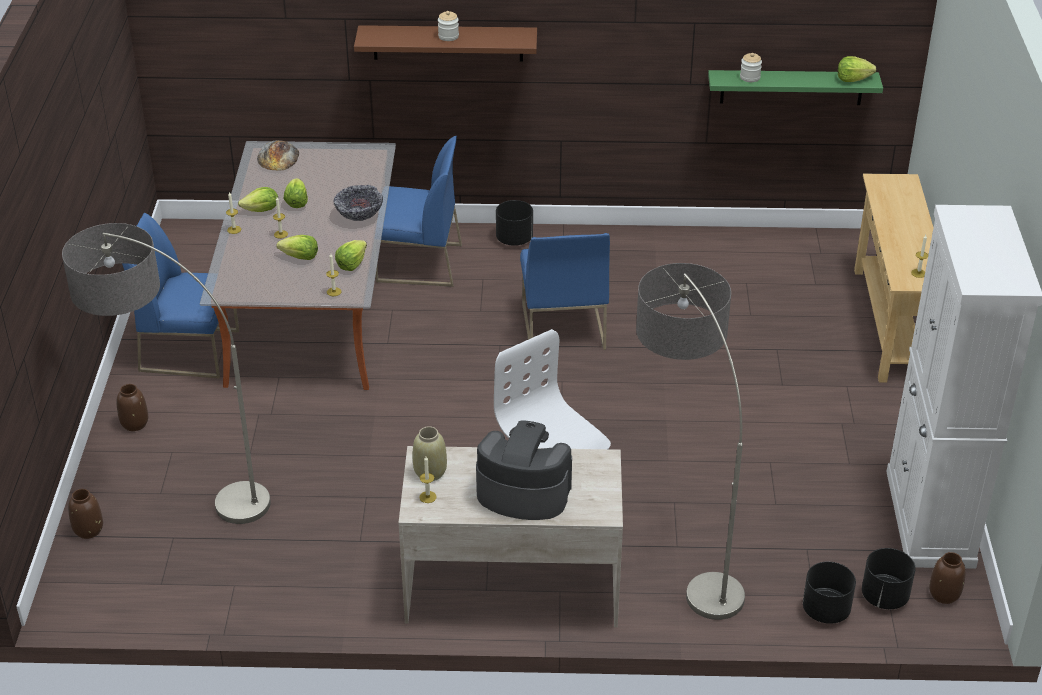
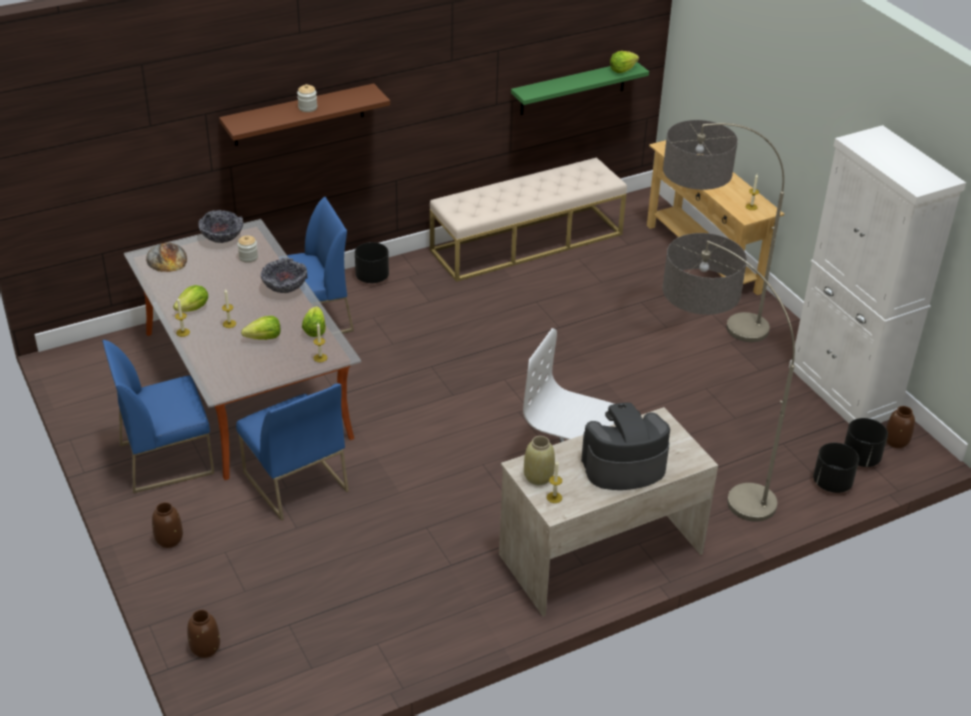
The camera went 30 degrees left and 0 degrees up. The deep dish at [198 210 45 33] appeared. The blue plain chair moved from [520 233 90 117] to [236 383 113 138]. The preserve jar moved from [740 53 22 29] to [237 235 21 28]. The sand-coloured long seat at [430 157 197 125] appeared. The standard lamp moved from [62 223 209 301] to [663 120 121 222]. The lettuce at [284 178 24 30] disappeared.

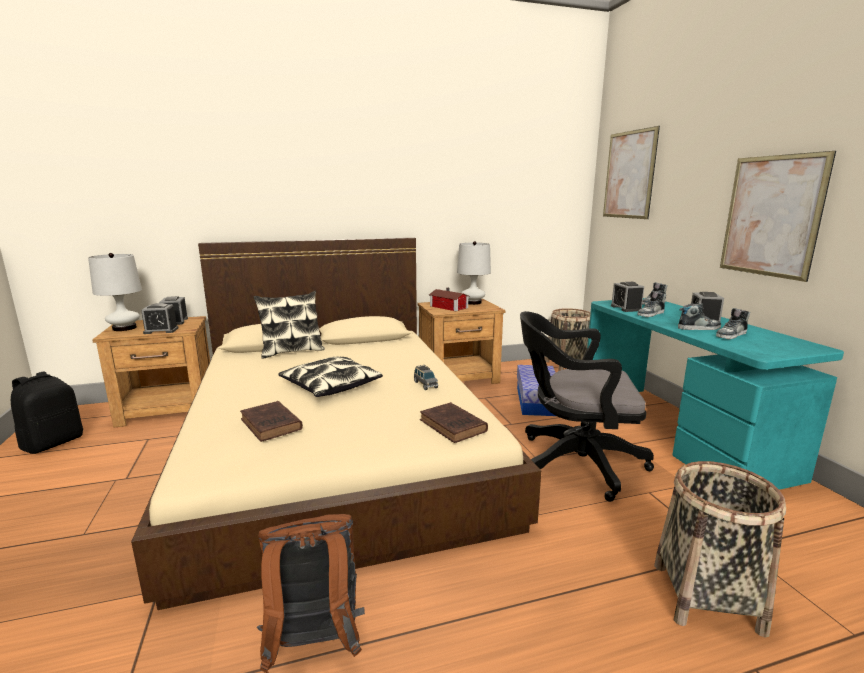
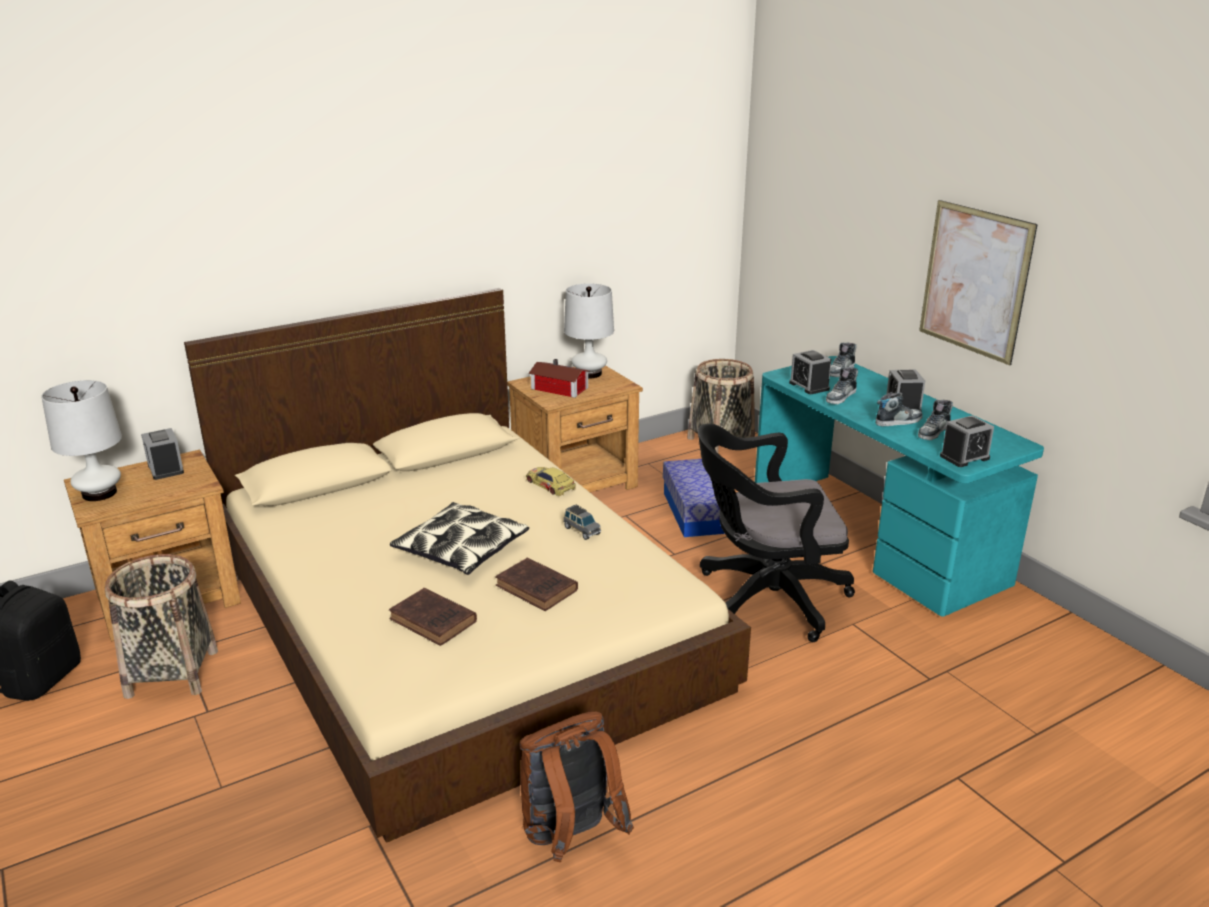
The camera went 15 degrees left and 10 degrees up. The storage basket moved from [654 461 132 177] to [105 554 113 145]. The brown-coloured bound book moved from [420 402 68 41] to [495 558 83 53]. The model car at [526 467 50 29] appeared. The bedside clock moved from [141 303 38 31] to [940 416 54 51]. The pillow at [253 291 72 68] disappeared. The wall picture at [603 126 57 93] disappeared.

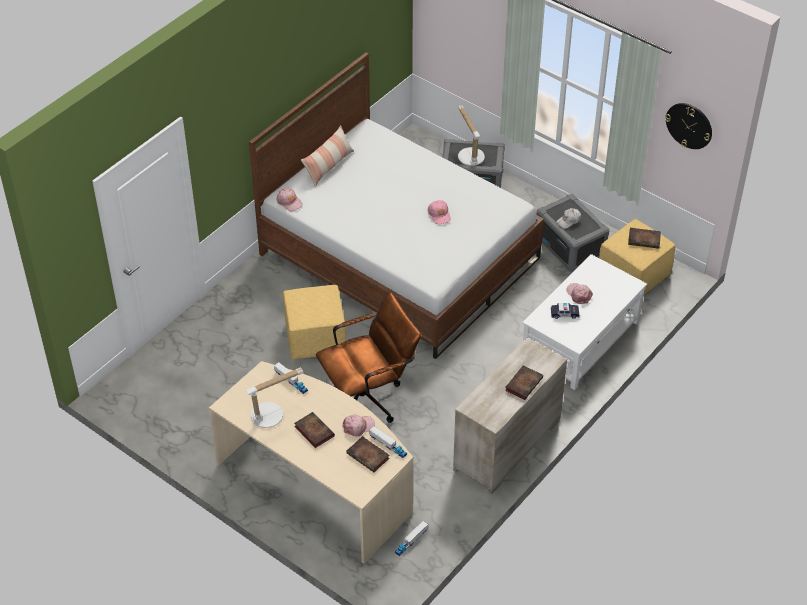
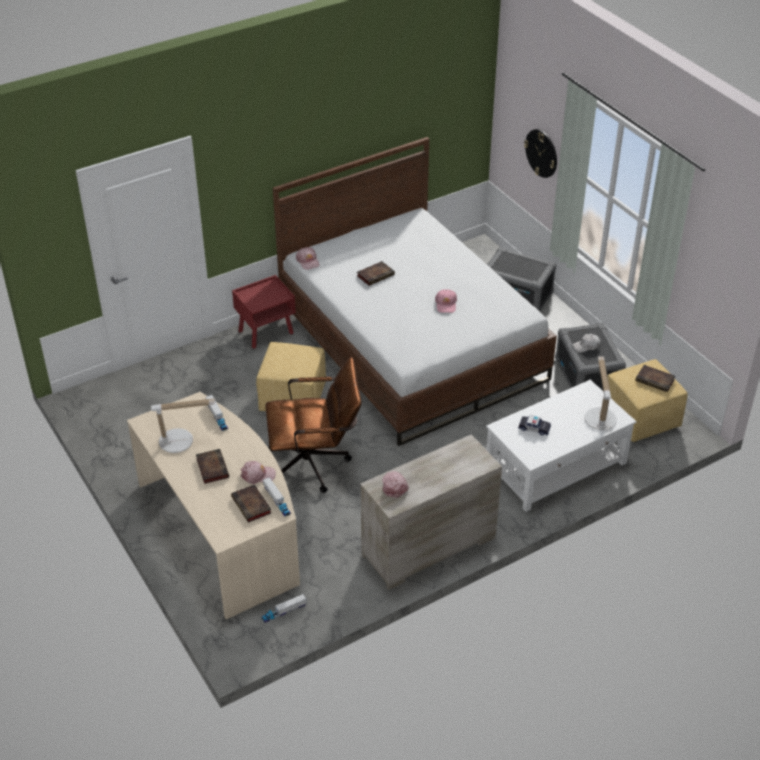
The camera went 20 degrees right and 5 degrees down. The reddish bedside table at [232 275 64 74] appeared. The bound book moved from [505 366 38 34] to [357 261 38 25]. The pink-coloured peaked cap moved from [566 283 27 21] to [382 471 27 27]. The clock on the wall moved from [665 103 47 46] to [524 129 33 49]. The lamp for a table moved from [458 105 27 61] to [585 356 32 74]. The pillow at [301 125 53 62] disappeared.

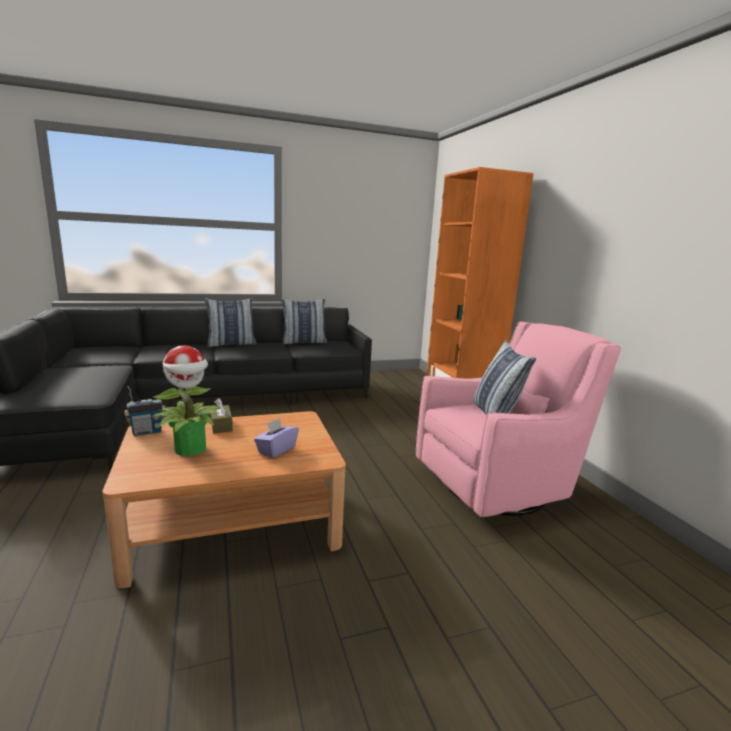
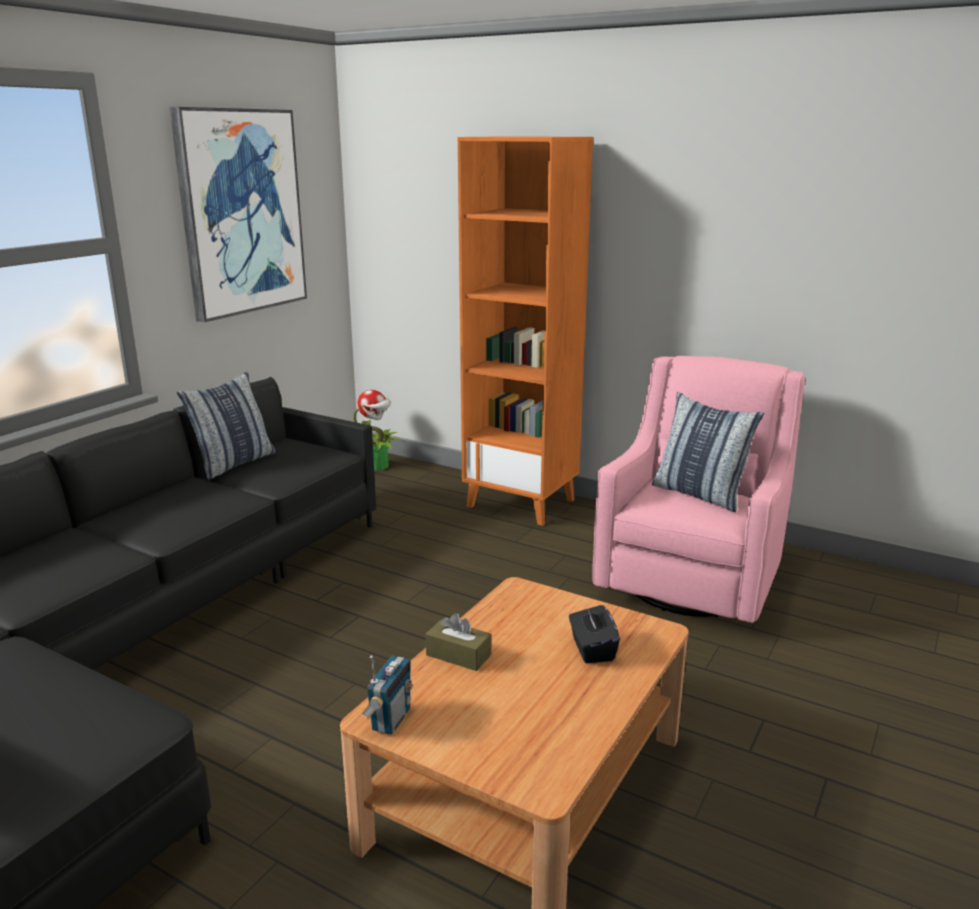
The camera went 40 degrees left and 5 degrees up. The wall picture at [169 107 138 215] appeared. The potted plant moved from [152 345 69 111] to [353 390 49 80]. The purple-coloured tissue box at [254 418 45 40] became the blackish tissue box at [569 604 51 59]. The pillow at [204 298 52 49] disappeared.

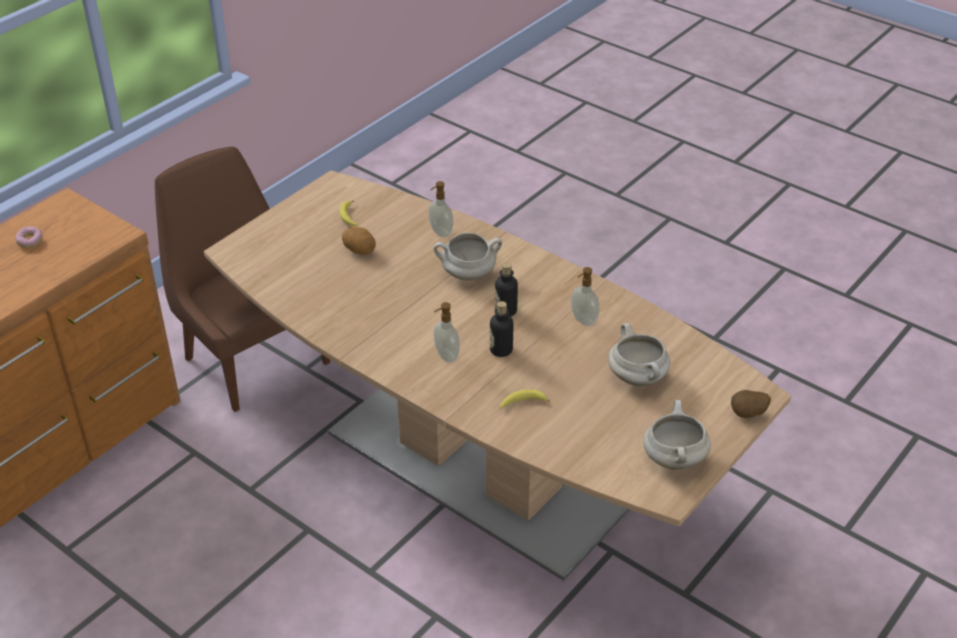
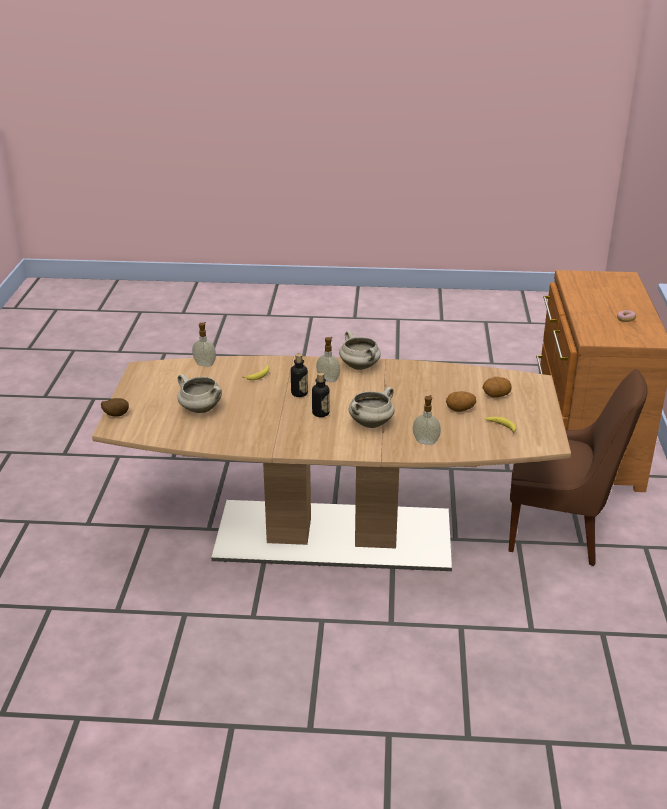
The camera went 145 degrees right and 10 degrees down. The soap bottle moved from [571 267 28 59] to [192 322 24 45]. The white cooking pot moved from [643 400 68 70] to [339 331 42 39]. The whole potato at [483 377 28 21] appeared.

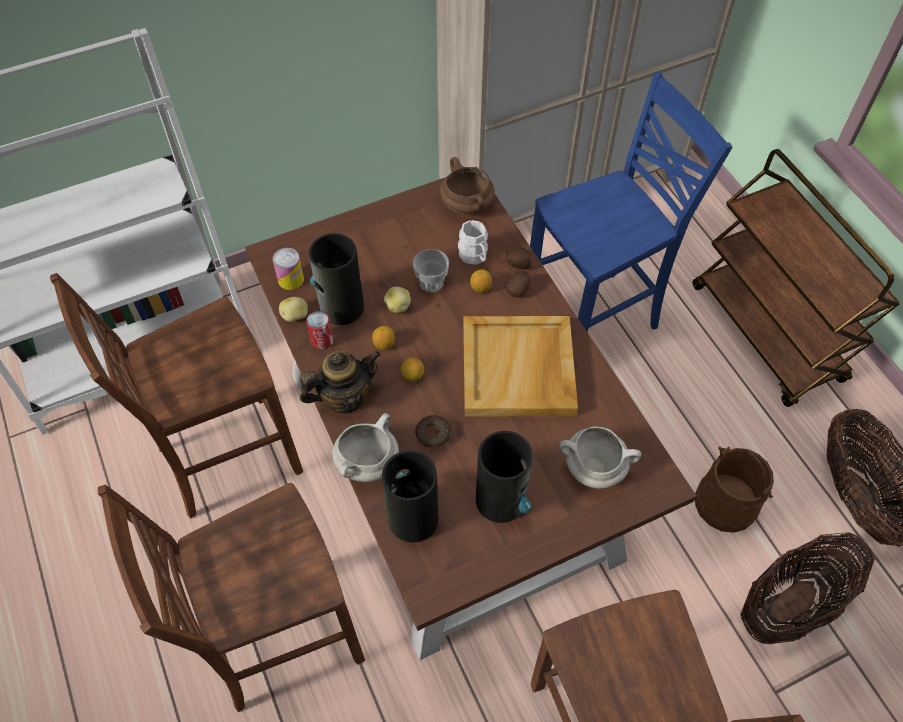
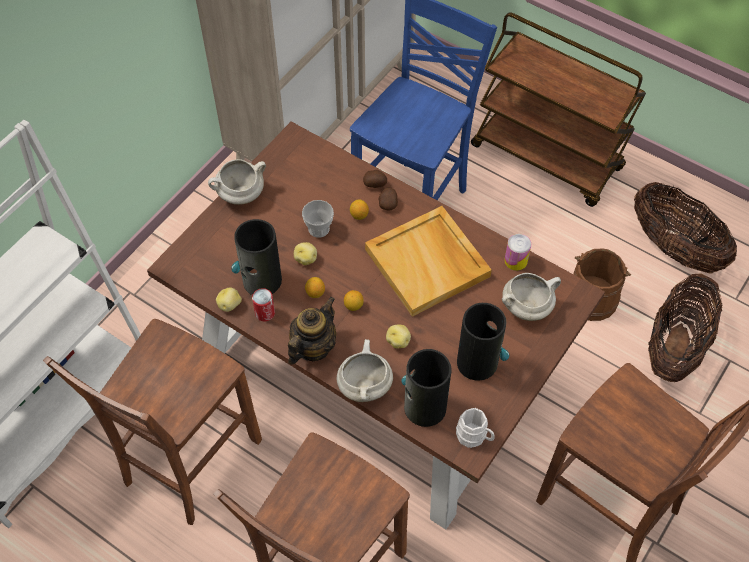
The camera went 30 degrees left and 0 degrees up. The white cooking pot at [208 159 58 46] appeared. The donut at [415 415 36 34] was replaced by the whole potato at [386 325 25 24]. The white mug moved from [458 220 30 45] to [456 408 39 40]. The can moved from [273 248 31 42] to [504 234 27 37]. The brown-coloured cooking pot at [440 157 55 58] disappeared.

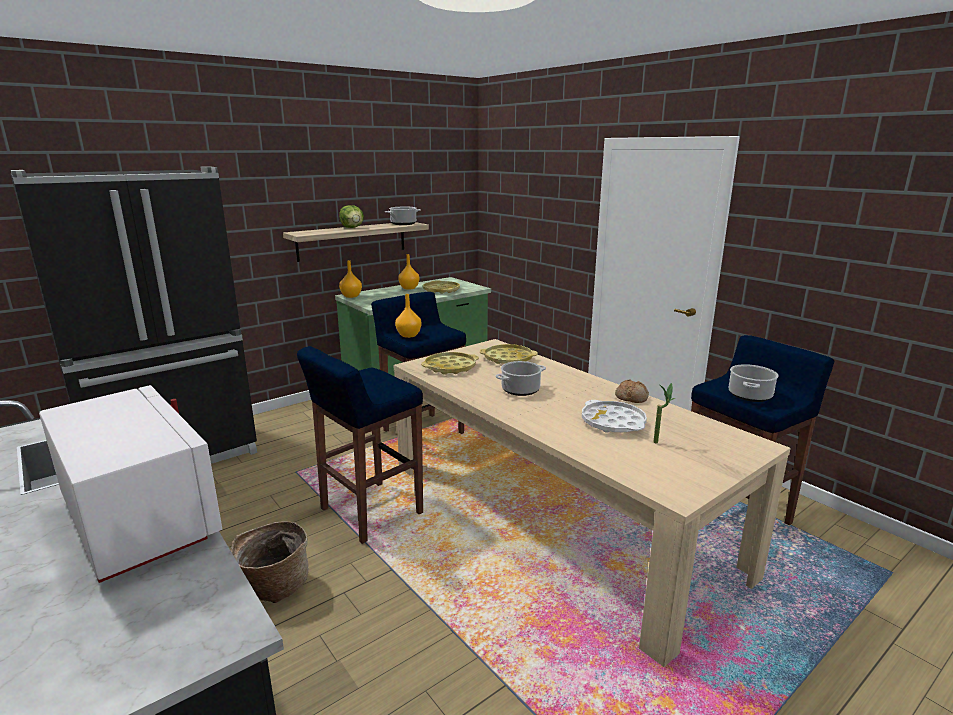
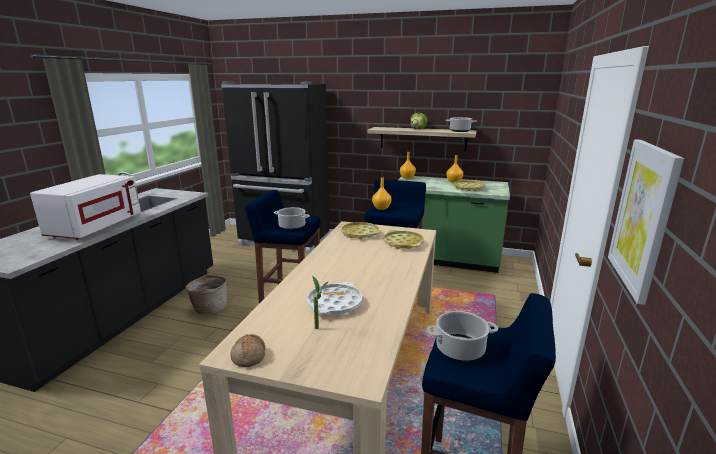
The camera went 55 degrees right and 0 degrees up. The bakery bread moved from [615 379 34 24] to [230 334 35 33]. The cooking pot moved from [496 361 50 35] to [274 207 36 23]. The wall picture at [608 139 76 166] appeared.

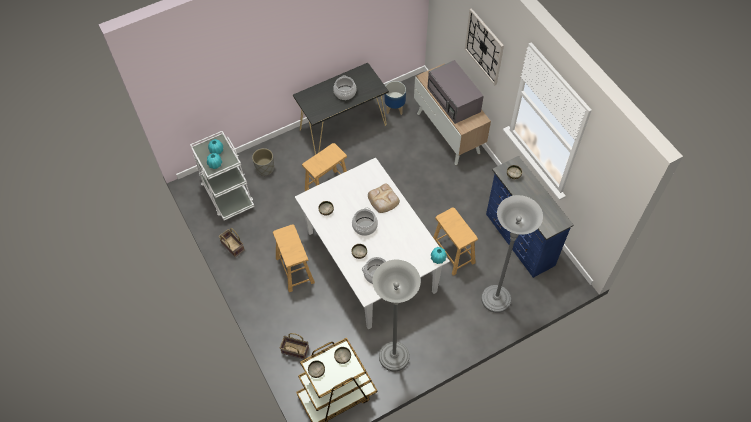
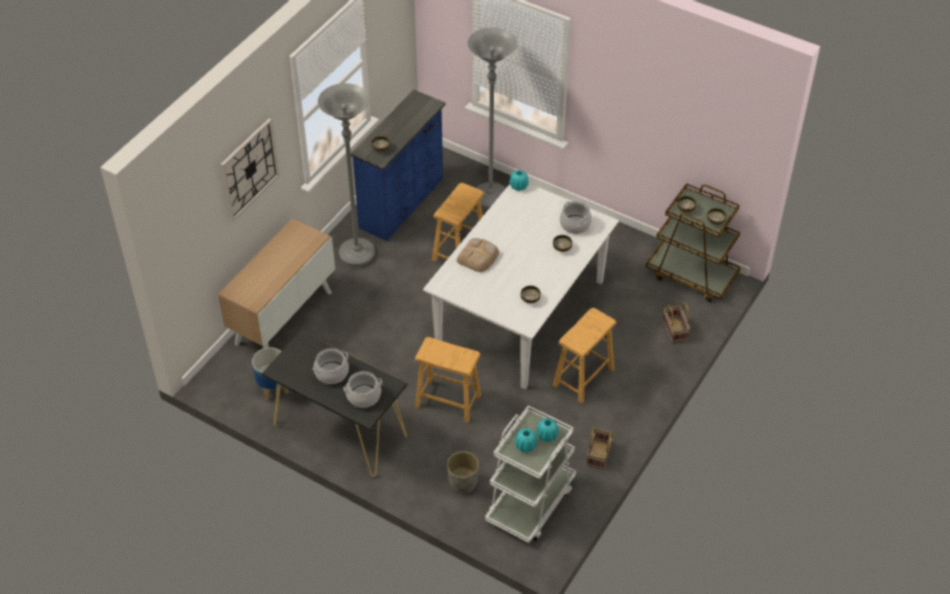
The camera went 120 degrees left and 10 degrees down. The grey standard lamp moved from [372 260 49 111] to [318 83 57 183]. The cooking pot moved from [352 207 26 29] to [343 371 39 37]. The grey kitchen microwave at [427 60 57 63] disappeared.

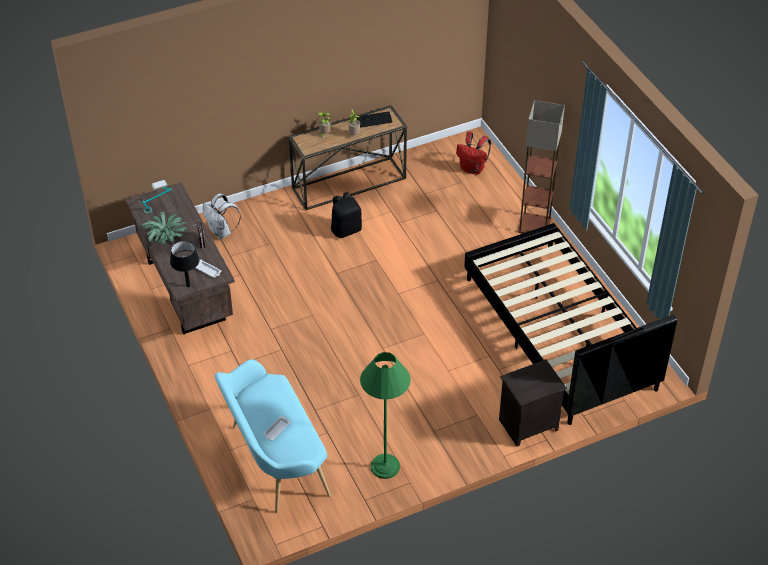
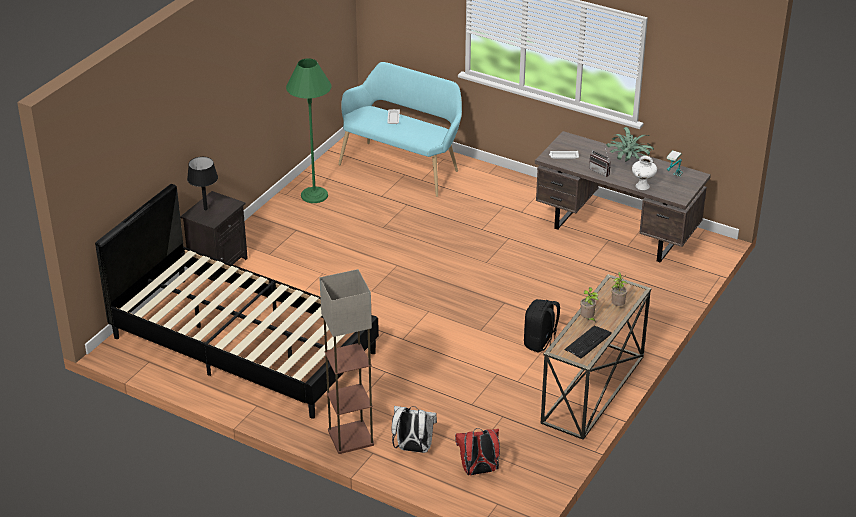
The camera went 145 degrees right and 10 degrees down. The blackish lamp for a table moved from [170 241 29 46] to [187 157 31 53]. The white backpack moved from [203 193 38 46] to [392 406 45 47]. The white vase at [632 156 25 34] appeared.

